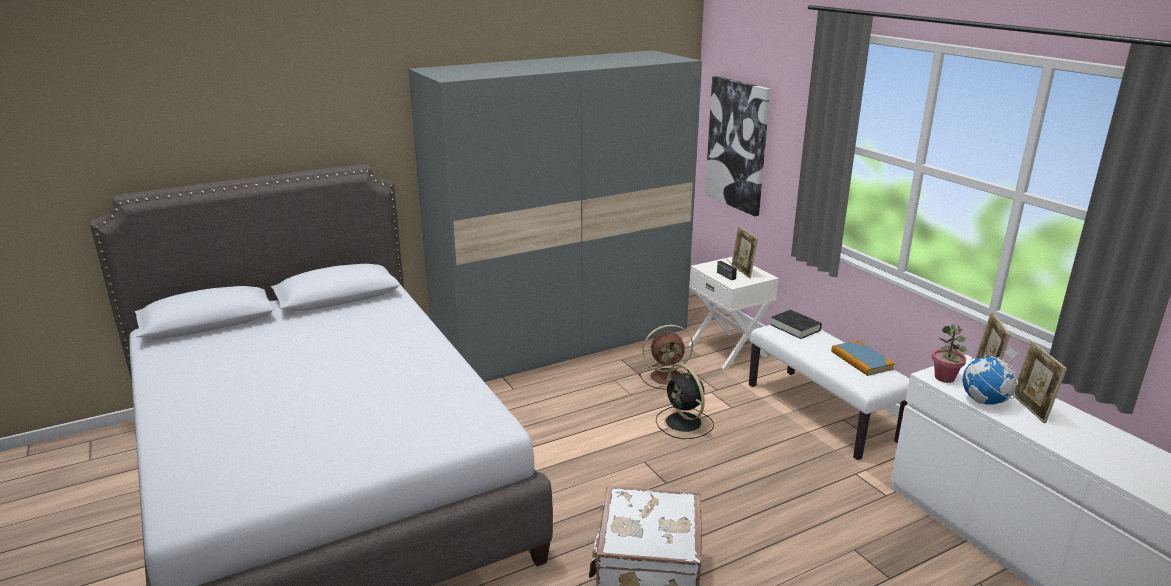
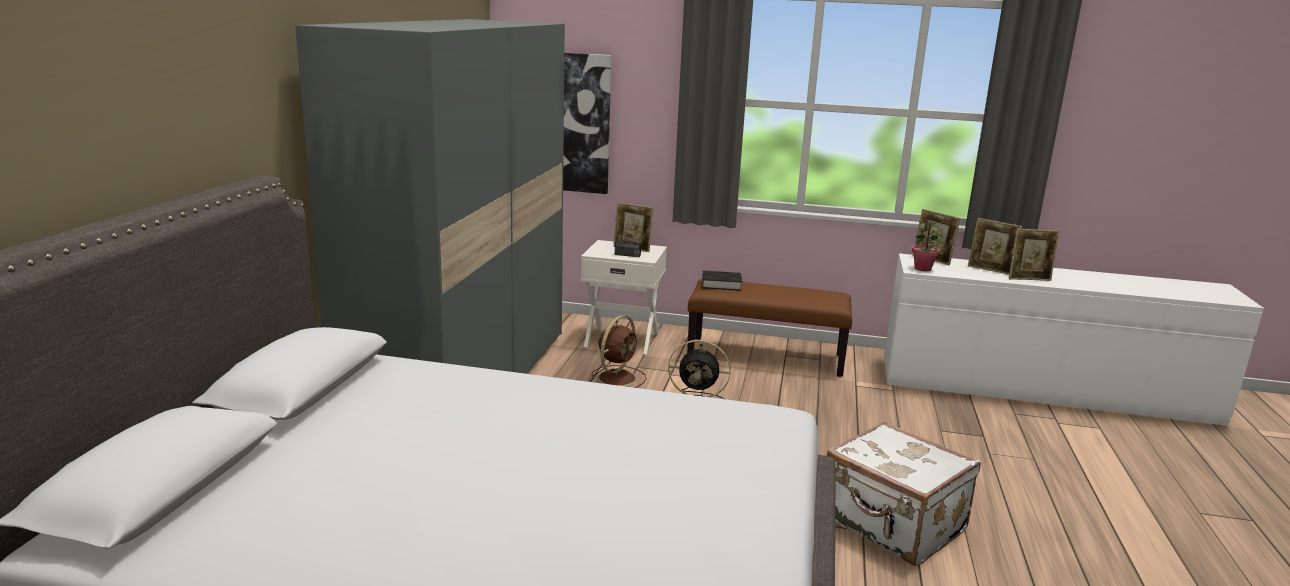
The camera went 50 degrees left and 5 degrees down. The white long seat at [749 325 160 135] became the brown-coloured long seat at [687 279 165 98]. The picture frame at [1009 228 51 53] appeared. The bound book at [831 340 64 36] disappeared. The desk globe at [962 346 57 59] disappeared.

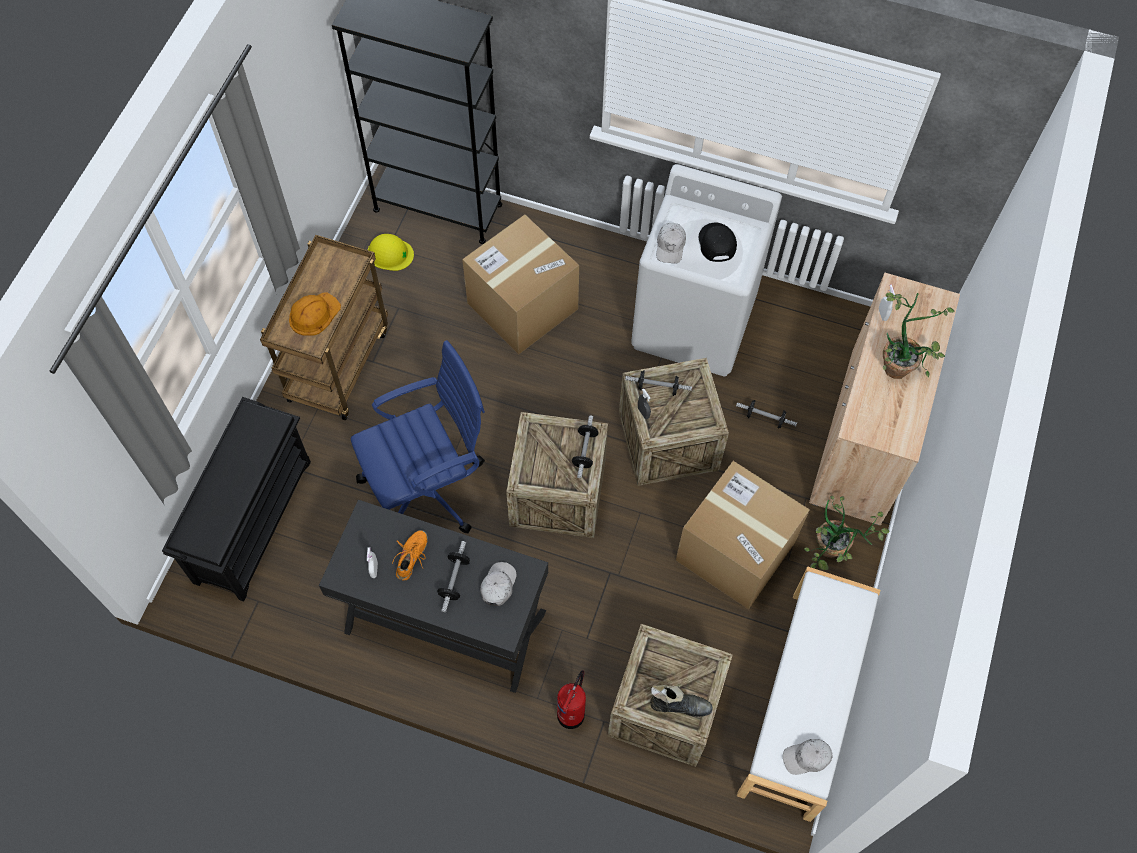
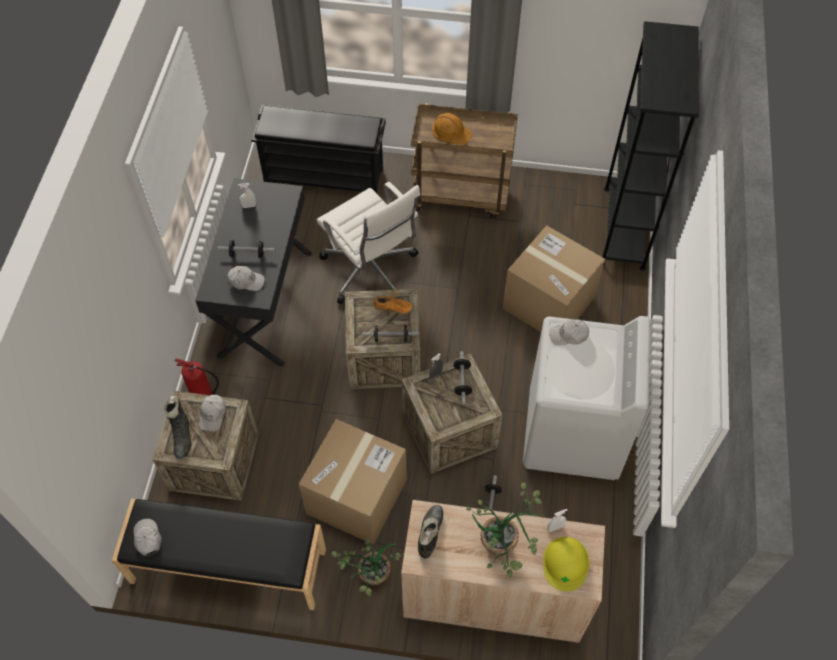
The camera went 80 degrees right and 5 degrees down. The white long seat at [737 566 143 256] became the blackish long seat at [112 499 214 111]. The white peaked cap at [199 395 27 36] appeared. The blue office chair at [351 340 134 193] became the white office chair at [317 182 103 122]. The orange shoe moved from [391 530 37 50] to [373 290 41 24]. The blackish boot at [418 505 25 53] appeared. The yellow-coloured work helmet moved from [368 234 46 37] to [543 537 47 54]. The blackish peaked cap at [699 223 38 39] disappeared.

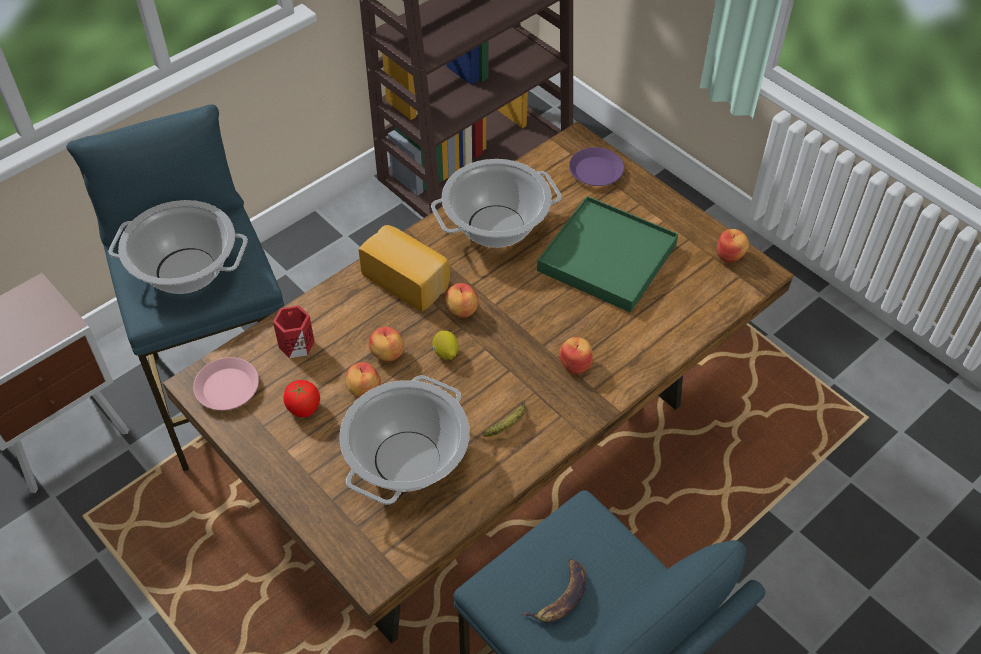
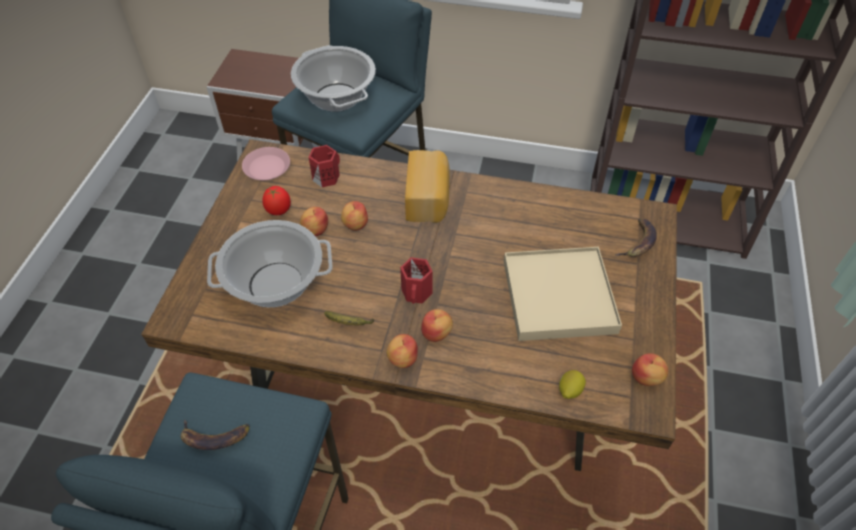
The camera went 55 degrees right and 0 degrees up. The apple moved from [445 283 33 35] to [386 334 32 34]. The reddish mug at [400 257 32 47] appeared. The greenish serving tray at [537 196 141 117] became the sand-coloured serving tray at [504 247 118 94]. The citrus fruit moved from [433 331 26 29] to [559 370 27 29]. The purple-coloured flat dish at [569 147 55 39] was replaced by the whole banana at [615 219 42 38]. The cooking pot at [431 159 131 89] disappeared.

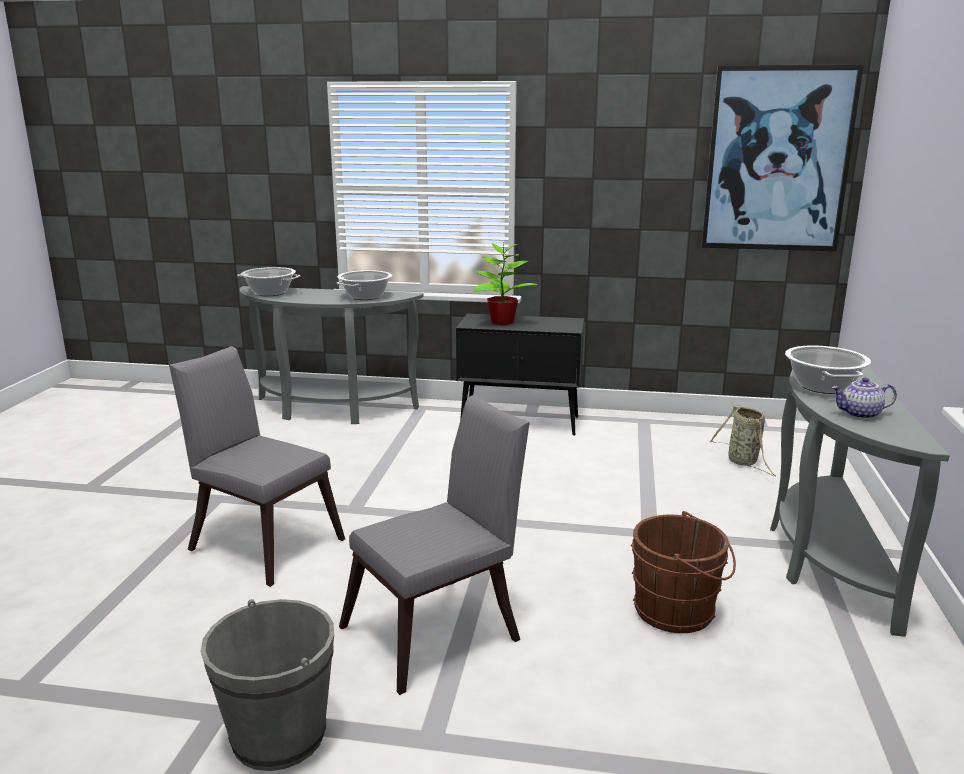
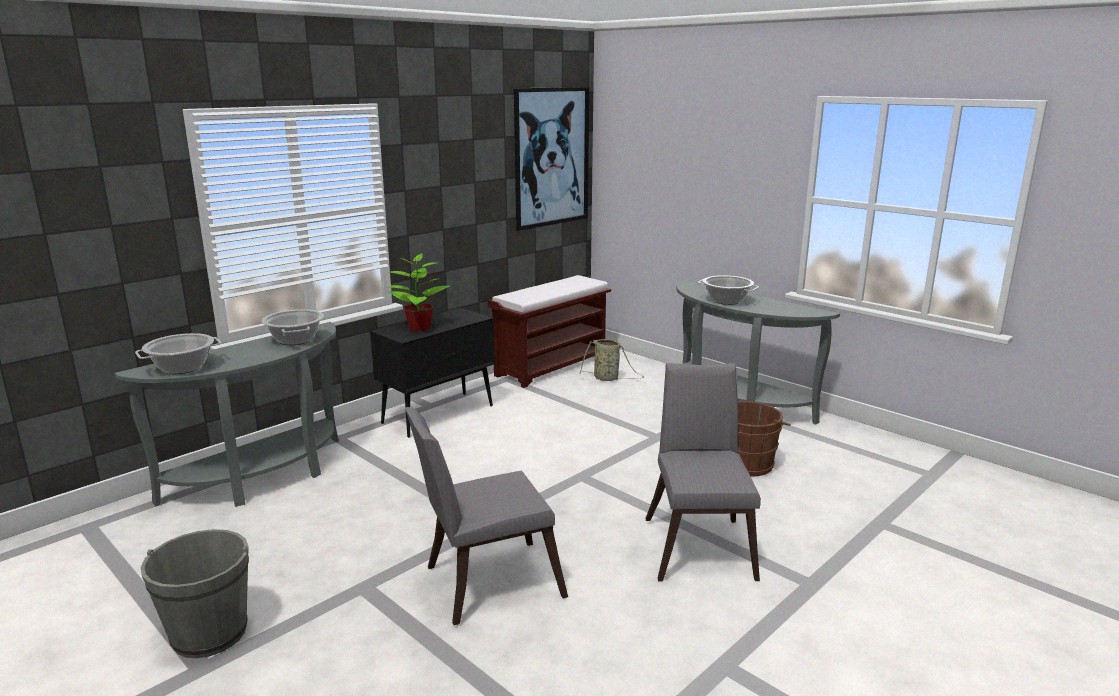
The camera went 55 degrees left and 0 degrees up. The grey pail moved from [200 599 134 172] to [141 529 108 129]. The brown-coloured long seat at [488 275 123 113] appeared. The pot for tea at [832 377 65 42] disappeared.

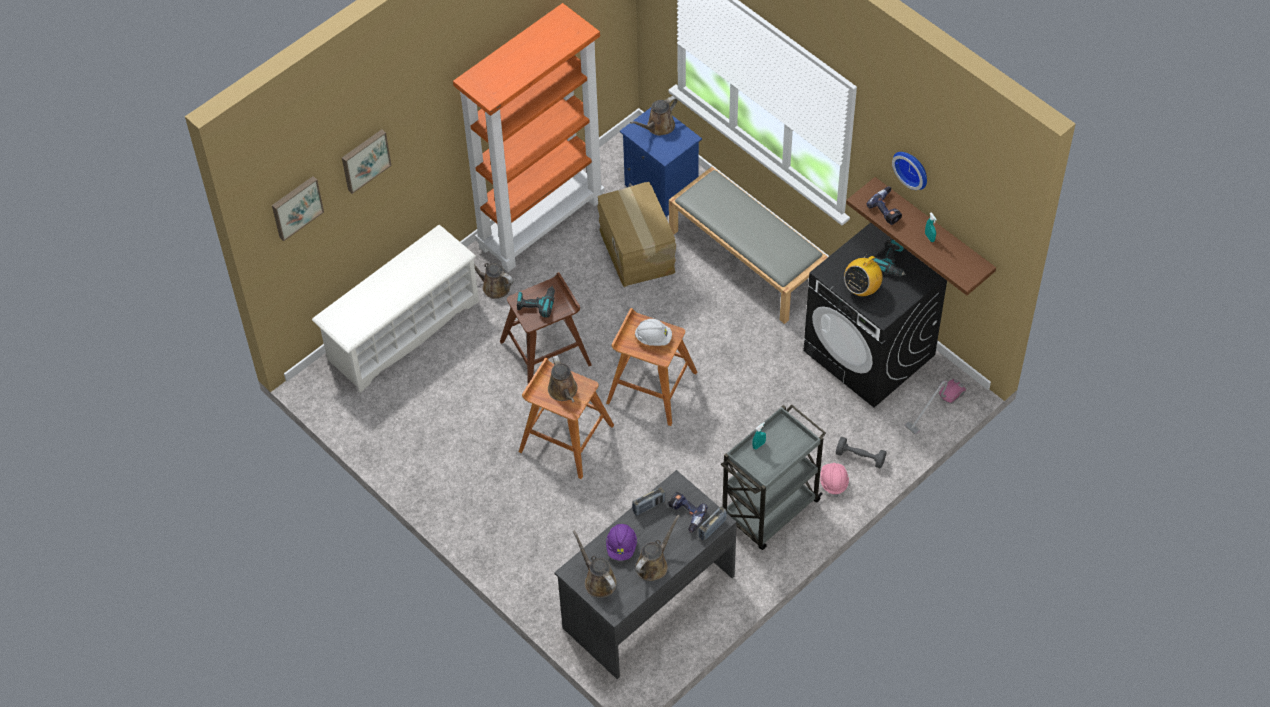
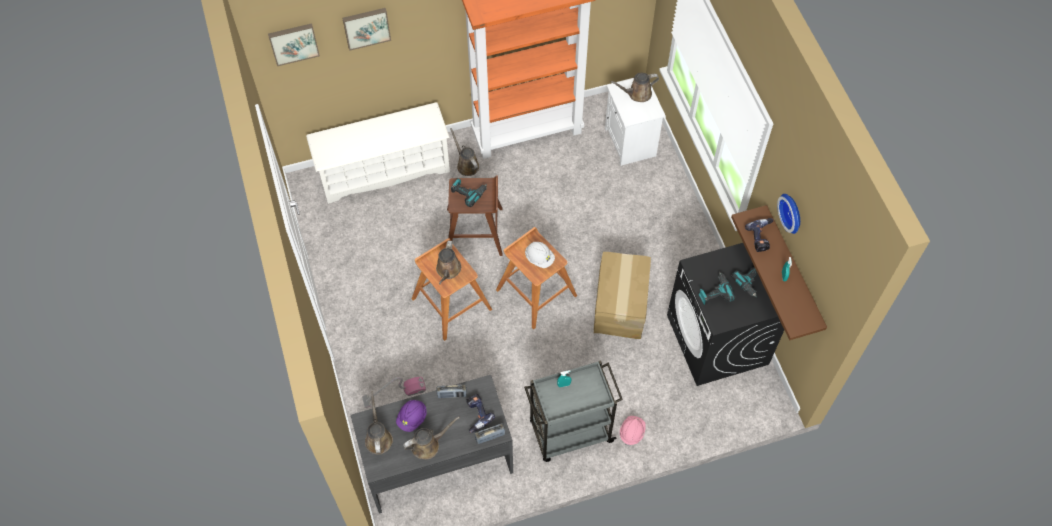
The camera went 25 degrees right and 5 degrees up. The hoover moved from [905 379 61 56] to [362 377 64 31]. The packing box moved from [597 182 79 105] to [594 252 57 87]. The blue bedside table at [620 108 82 109] became the white bedside table at [605 78 61 88]. The radio receiver at [844 251 39 46] was replaced by the drill at [699 272 37 33]. The grey long seat at [669 167 159 157] disappeared. The grey hand weight at [836 437 50 31] disappeared.

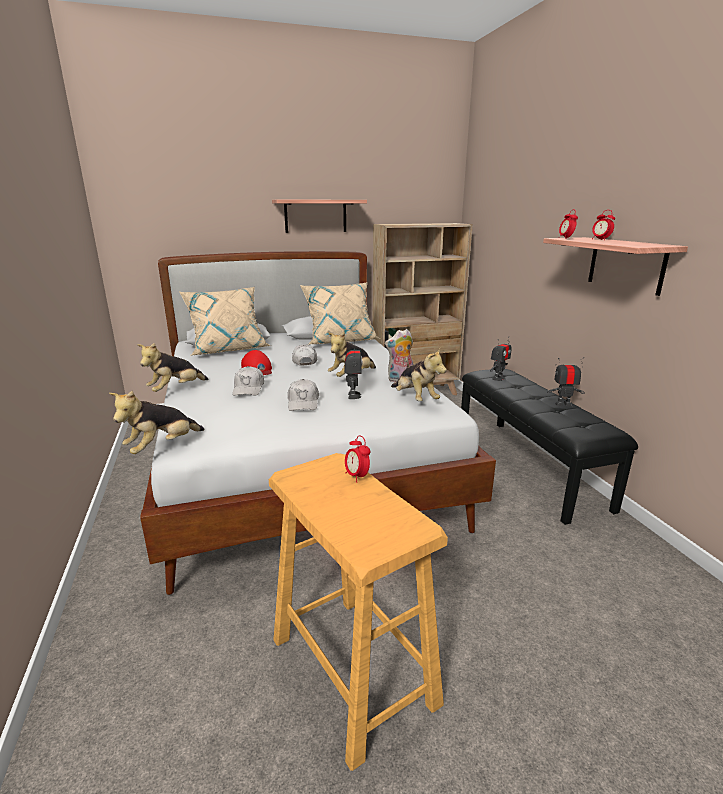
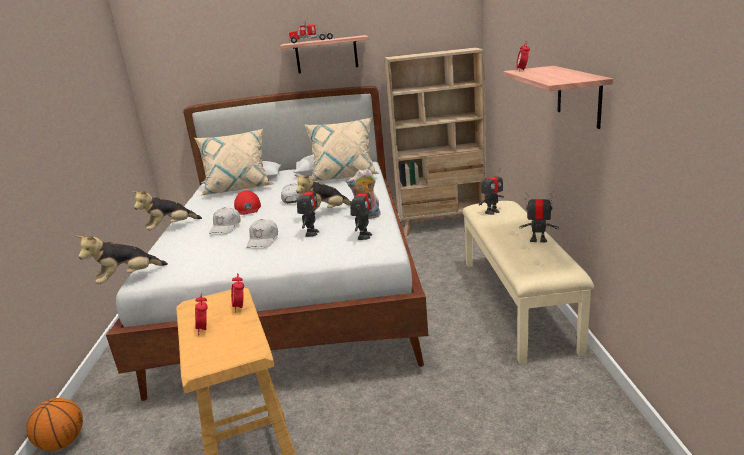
The camera went 15 degrees right and 0 degrees up. The basketball ball at [26 398 57 53] appeared. The bedside clock moved from [592 210 23 30] to [195 293 13 42]. The toy lorry at [289 21 45 22] appeared. The plush toy at [391 348 56 53] was replaced by the model robot at [350 182 22 58]. The blackish long seat at [461 369 177 156] became the sand-coloured long seat at [463 201 131 163].

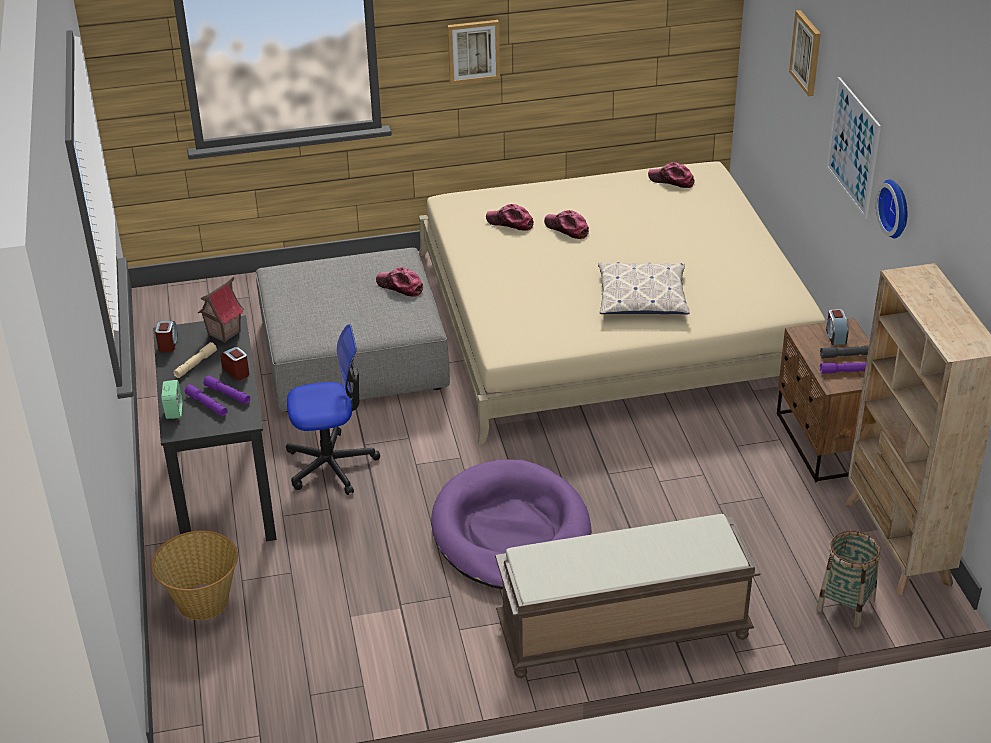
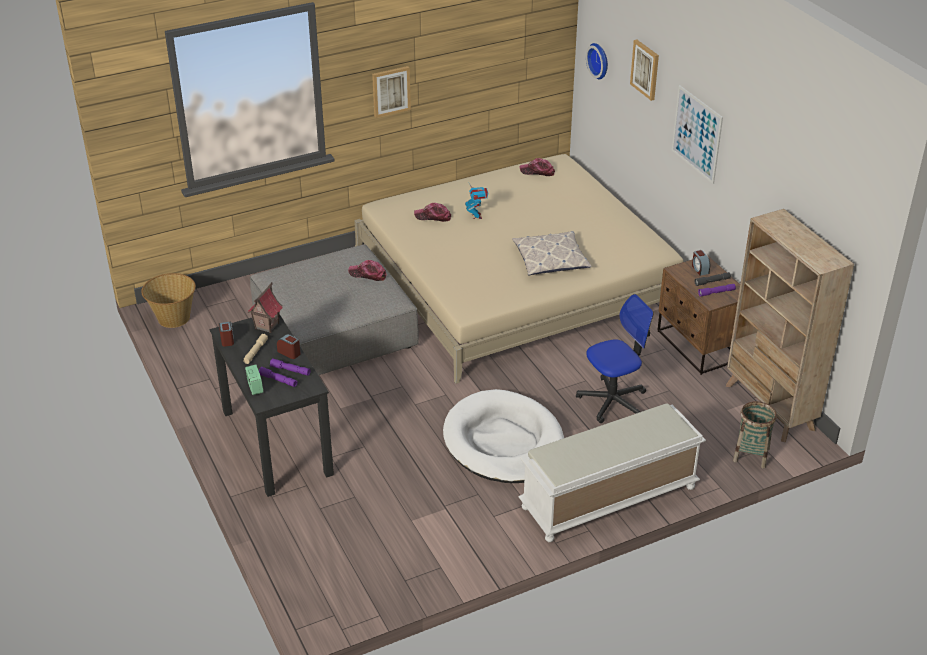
The camera went 15 degrees left and 0 degrees up. The storage basket moved from [151 531 87 89] to [141 273 55 55]. The purple-coloured dog cushion at [431 459 160 131] became the white dog cushion at [443 389 121 94]. The peaked cap at [544 210 45 29] was replaced by the model robot at [465 182 23 37]. The brown-coloured long seat at [495 514 265 164] became the white long seat at [518 403 188 139]. The office chair moved from [286 324 94 171] to [576 294 77 129]. The clock on the wall moved from [876 179 31 59] to [586 43 22 36].

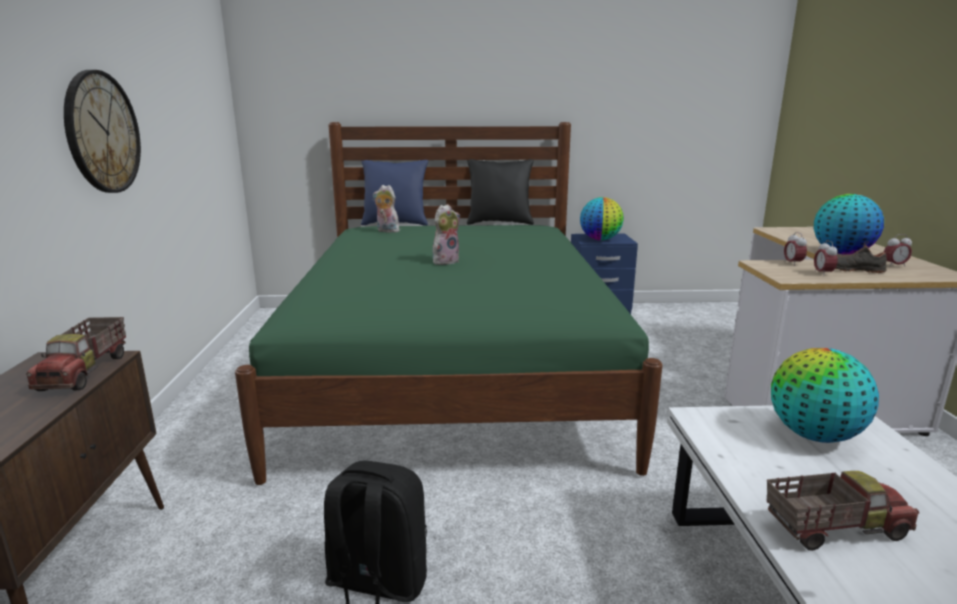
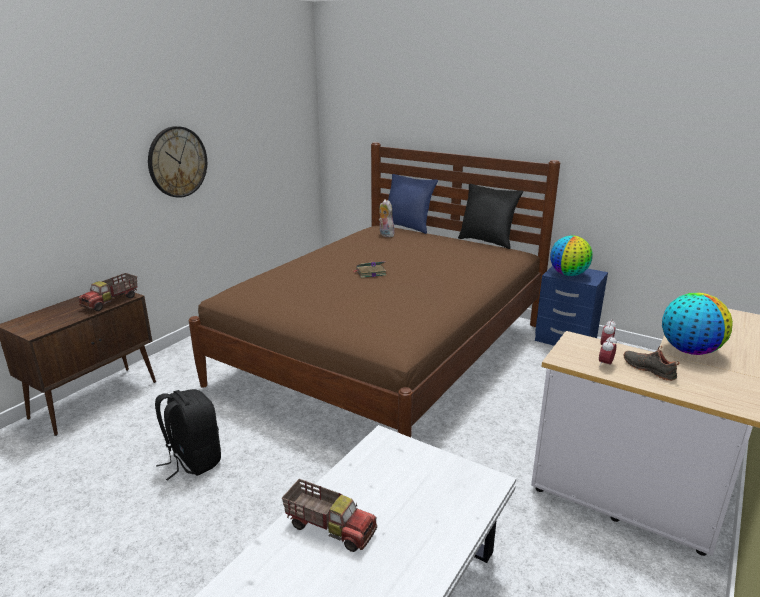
The camera went 35 degrees right and 5 degrees up. The greenish bedroom bed at [235 122 428 363] became the brown-coloured bedroom bed at [189 142 371 295]. The plush toy at [433 204 27 61] was replaced by the bound book at [354 261 32 17]. The desk globe at [771 348 108 95] disappeared. The bedside clock at [884 234 28 33] disappeared.

